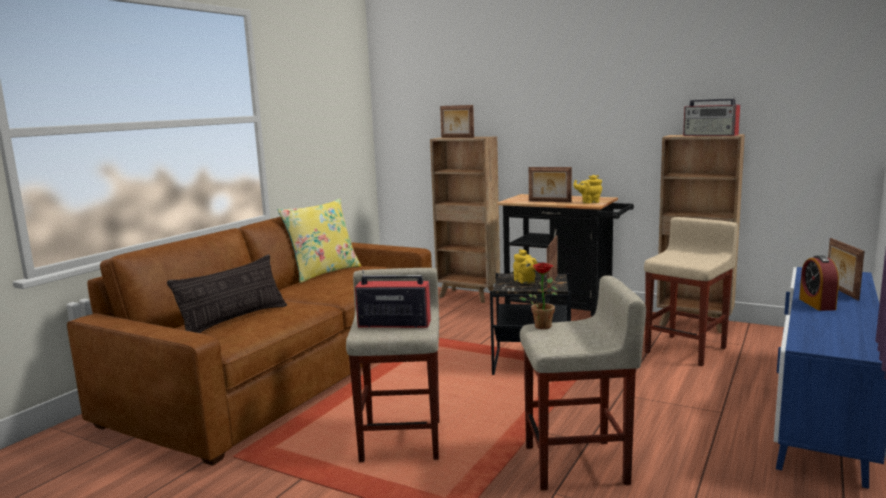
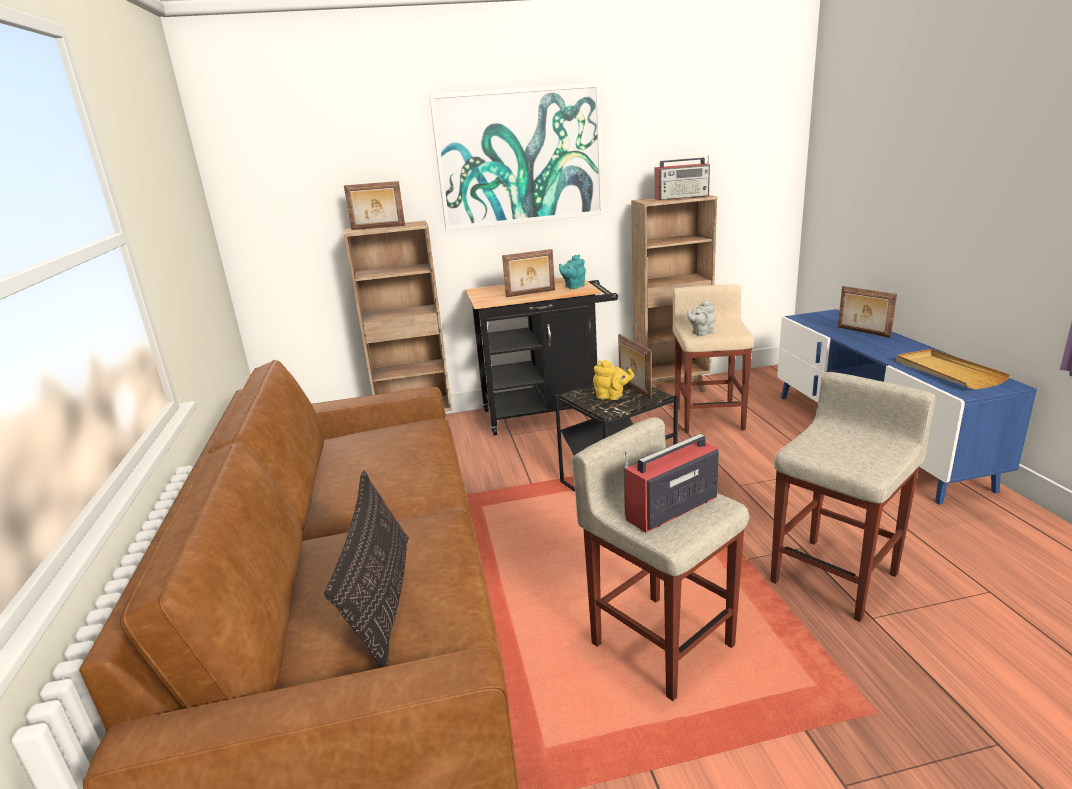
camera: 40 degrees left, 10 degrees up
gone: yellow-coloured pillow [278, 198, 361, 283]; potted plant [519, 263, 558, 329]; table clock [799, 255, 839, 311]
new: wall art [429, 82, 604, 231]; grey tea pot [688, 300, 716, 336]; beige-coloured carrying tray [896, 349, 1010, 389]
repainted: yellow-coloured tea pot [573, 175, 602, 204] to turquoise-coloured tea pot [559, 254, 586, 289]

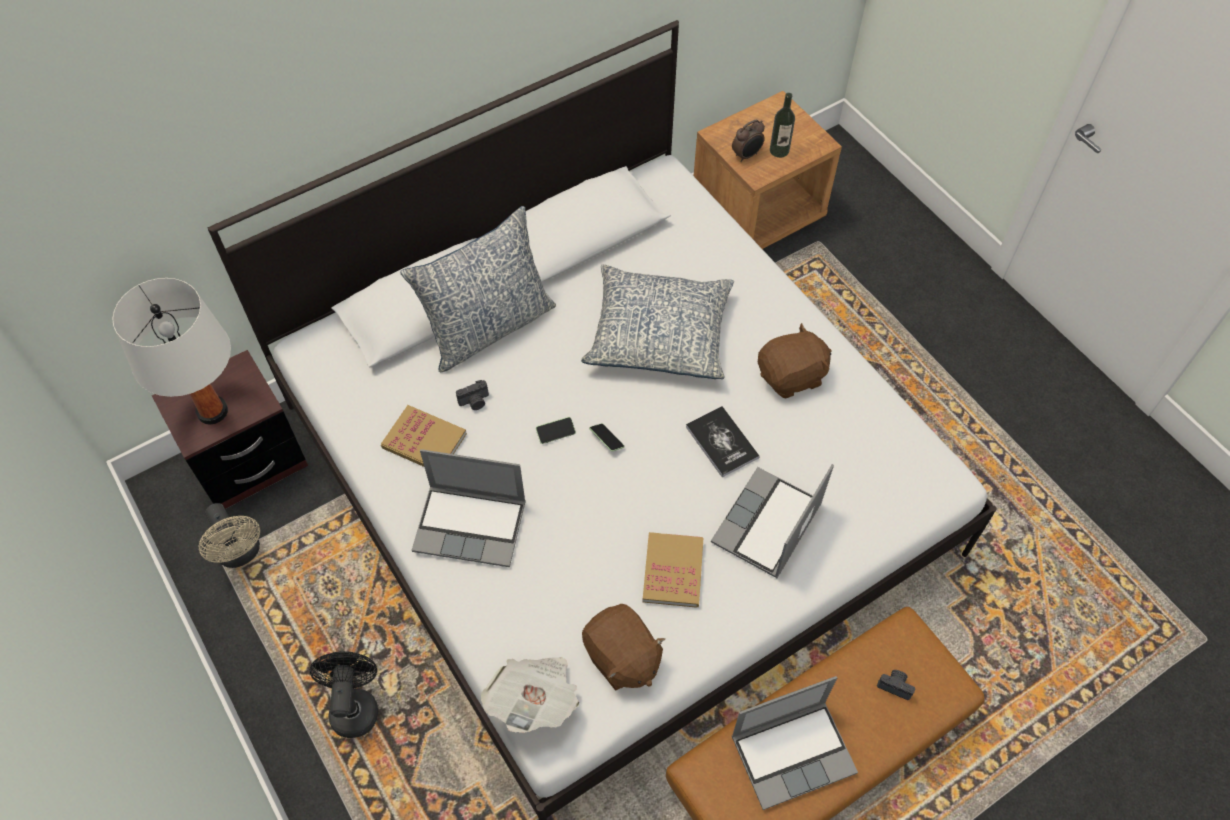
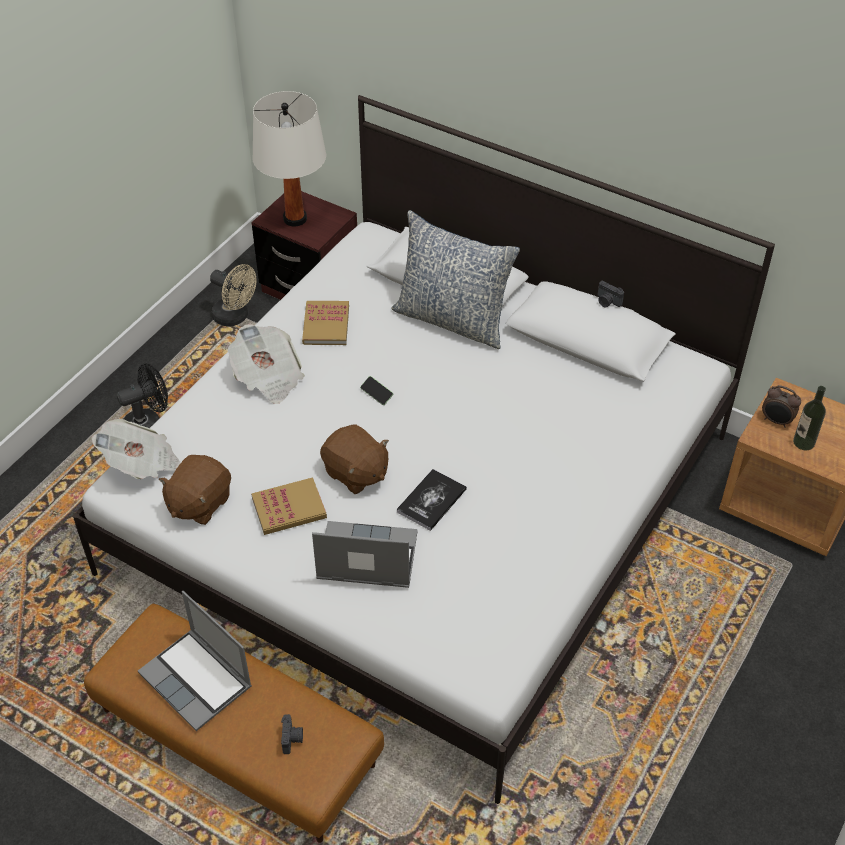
camera: 65 degrees right, 10 degrees down
gone: pillow [581, 264, 734, 379]; phone [589, 424, 625, 451]
shifted: still camera [456, 380, 489, 410] to [598, 281, 624, 307]; brown cuddly toy [758, 323, 831, 398] to [320, 424, 389, 494]
swapped: portable computer [412, 449, 526, 567] to printed paper [228, 324, 305, 404]
rotated: beige-coloured fan [199, 503, 260, 568] = [210, 264, 257, 327] 90 degrees counterclockwise

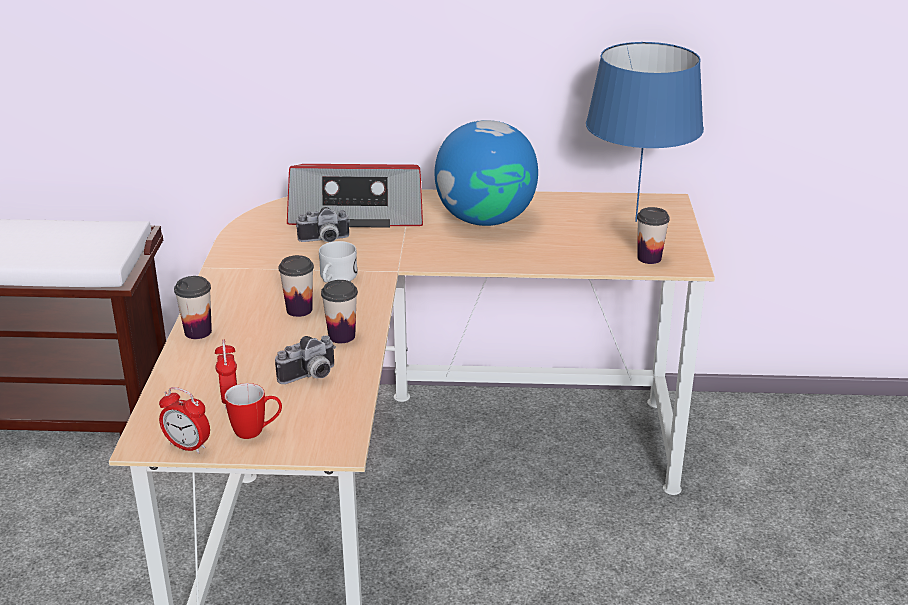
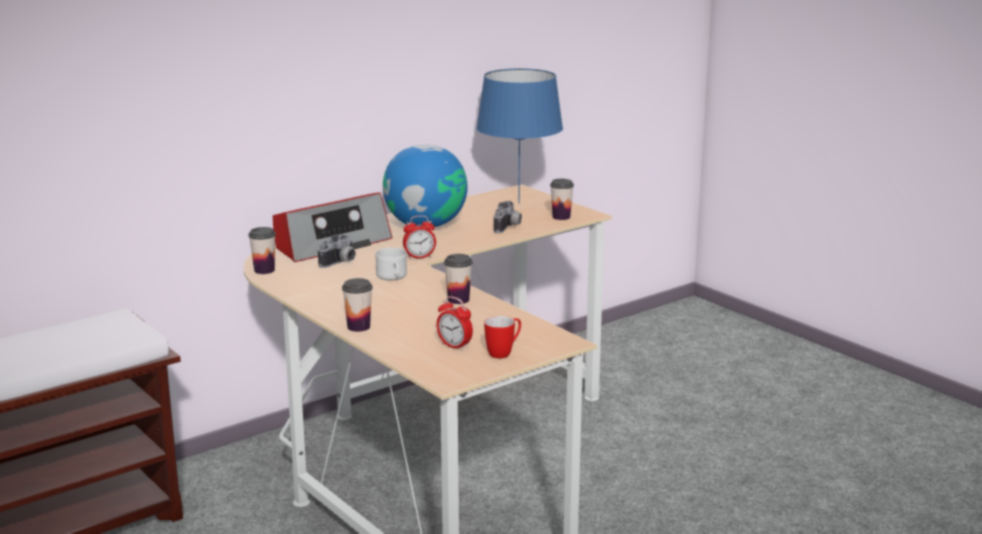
camera: 40 degrees left, 10 degrees down
shifted: table clock [159, 387, 210, 454] to [403, 215, 436, 260]; still camera [275, 335, 336, 384] to [494, 201, 522, 233]; cup [279, 255, 314, 317] to [248, 227, 276, 274]

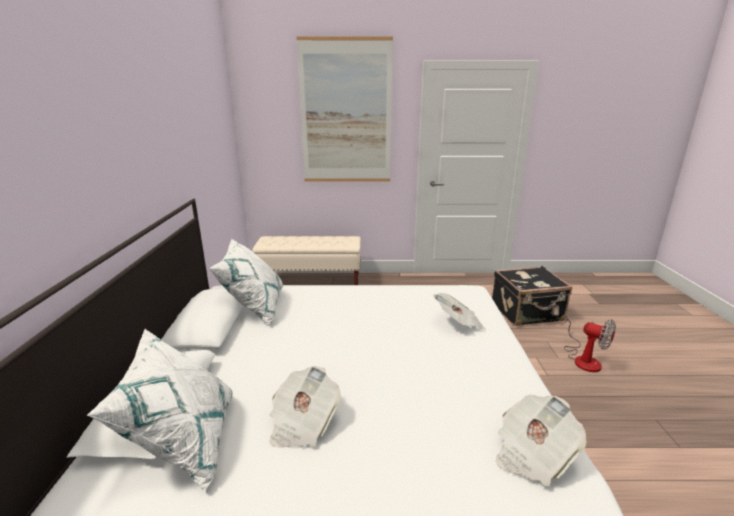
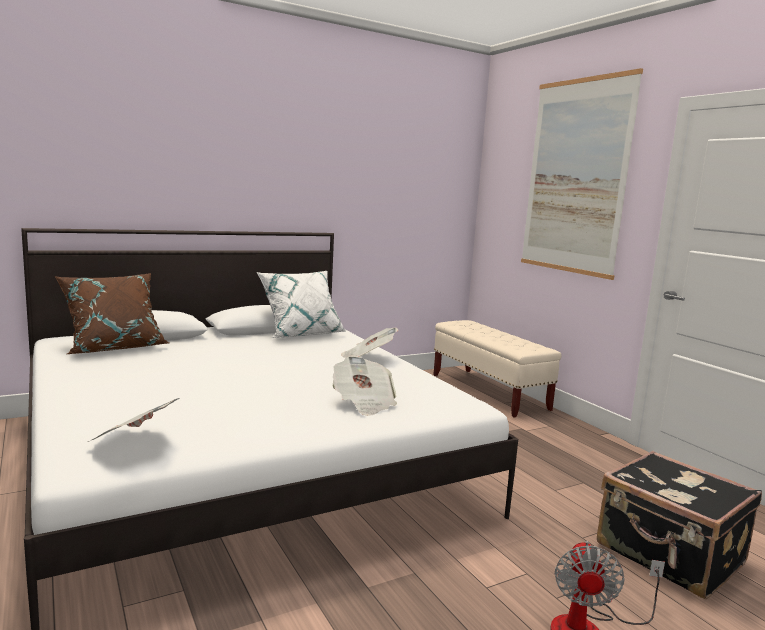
camera: 60 degrees right, 10 degrees down
shifted: printed paper [270, 366, 341, 448] to [341, 328, 398, 358]
repainted: white-coloured pillow [87, 329, 233, 491] to brown pillow [55, 273, 170, 354]

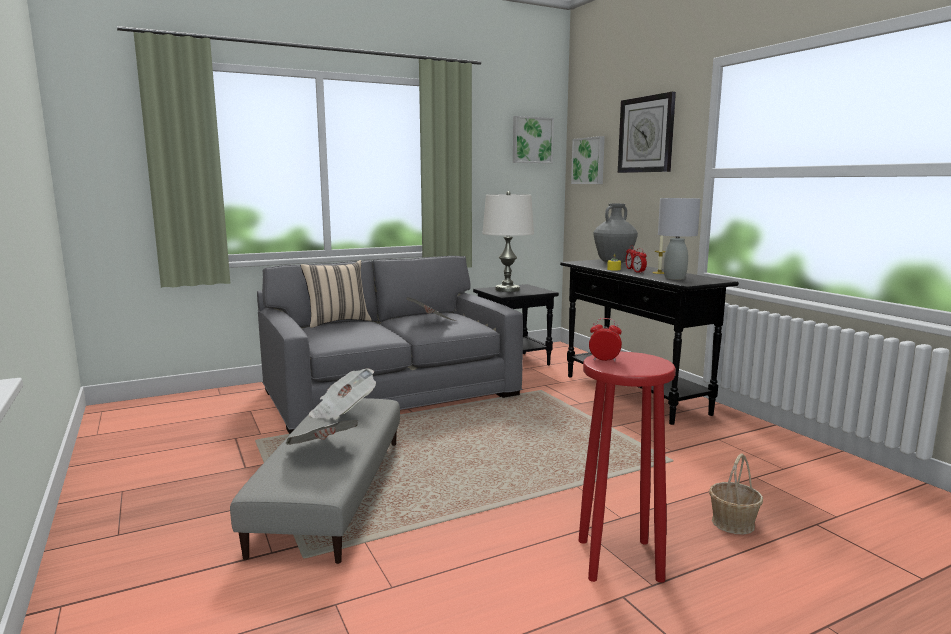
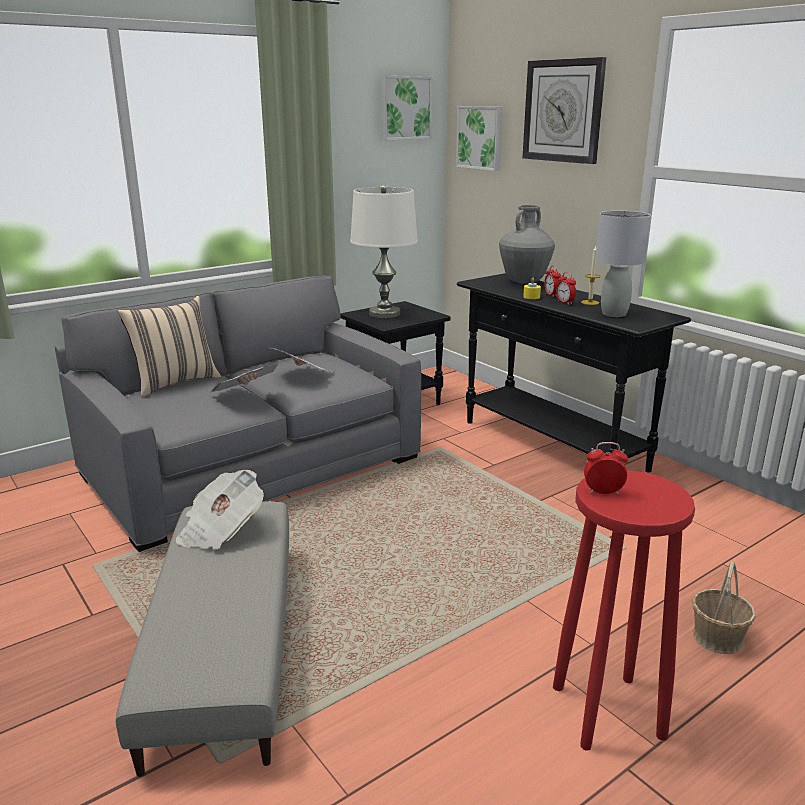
camera: 10 degrees left, 10 degrees up
shifted: printed paper [286, 420, 358, 445] to [211, 365, 278, 392]

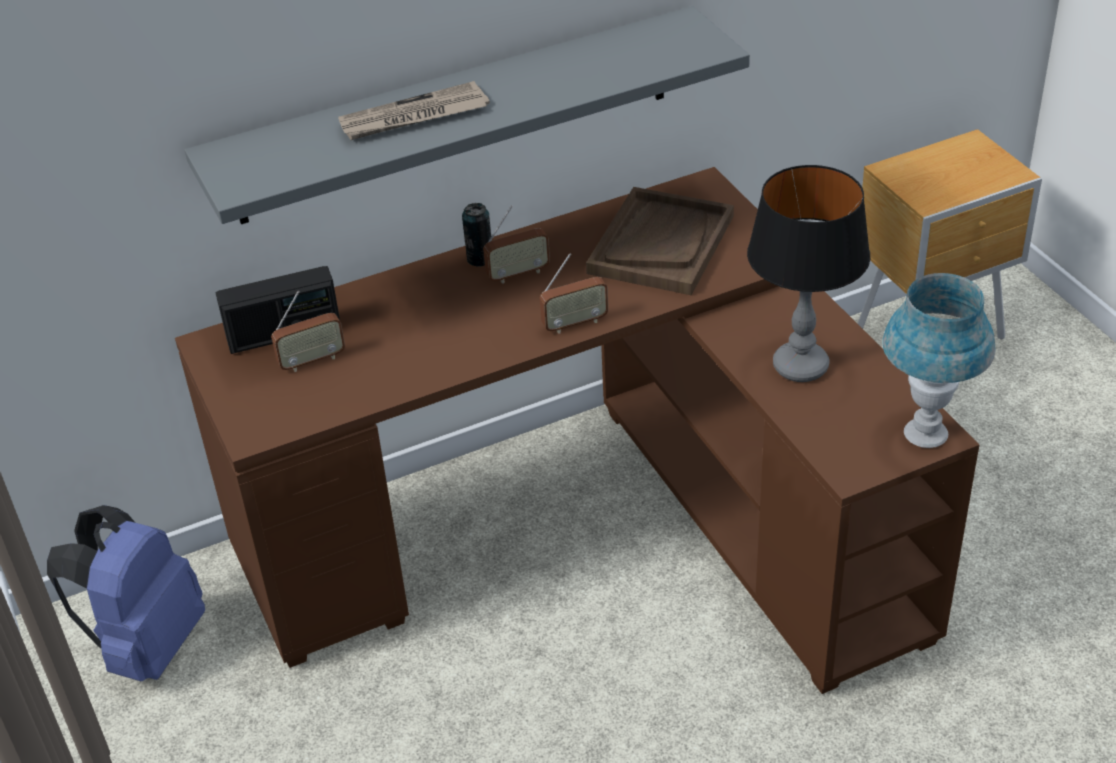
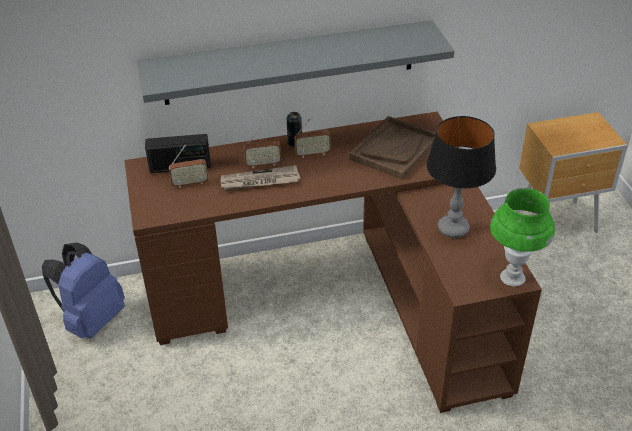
camera: 10 degrees right, 0 degrees up
shifted: printed paper [338, 81, 490, 140] to [221, 165, 301, 190]; radio set [540, 253, 608, 334] to [244, 126, 281, 168]
repainted: bluish tabletop lamp [883, 273, 995, 448] to greenish tabletop lamp [490, 188, 555, 286]

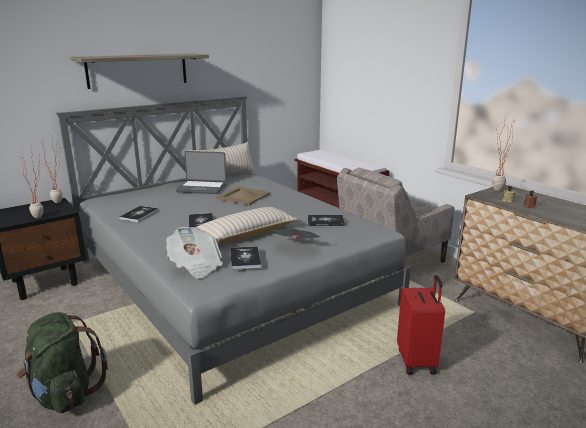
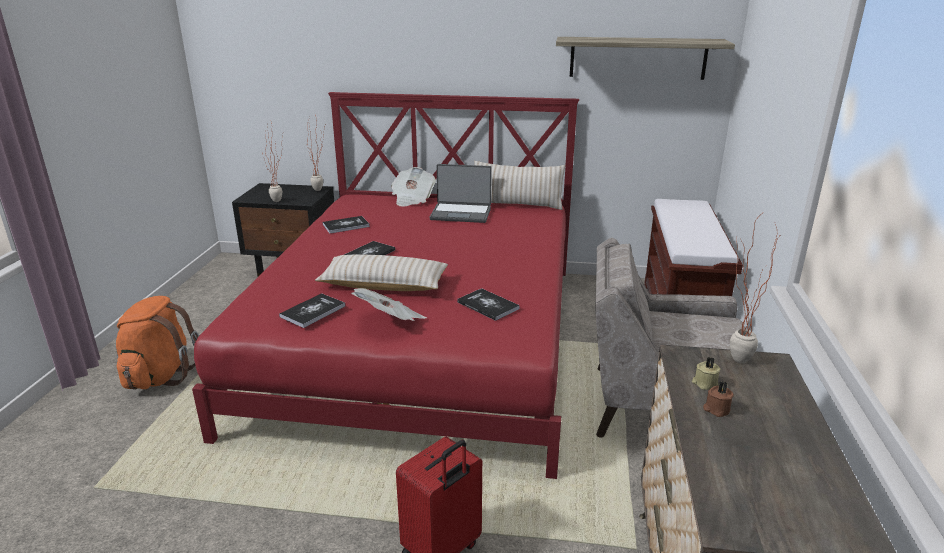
camera: 45 degrees right, 5 degrees up
gone: beige-coloured carrying tray [216, 187, 270, 205]
shifted: shelf [71, 53, 209, 89] to [556, 37, 735, 80]; printed paper [166, 227, 223, 279] to [391, 167, 436, 206]
repainted: greenish knapsack [17, 312, 108, 413] to orangey knapsack [116, 296, 199, 390]; grey bedroom bed [56, 96, 411, 405] to reddish bedroom bed [192, 92, 579, 479]
rotated: portable computer [176, 151, 226, 194] = [430, 164, 492, 223] 45 degrees counterclockwise

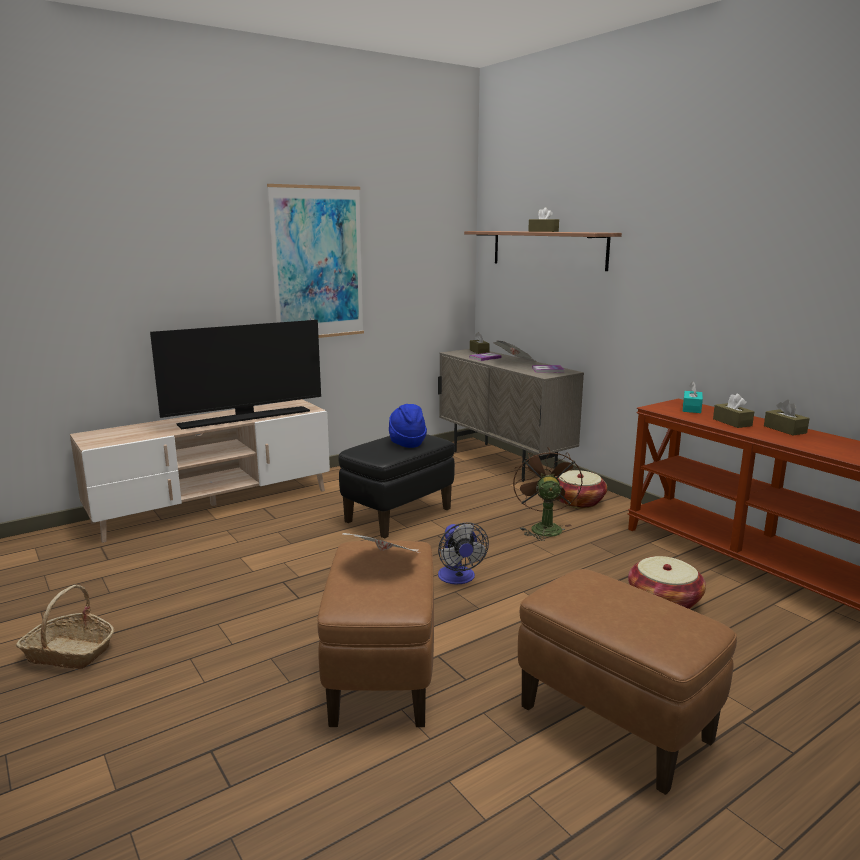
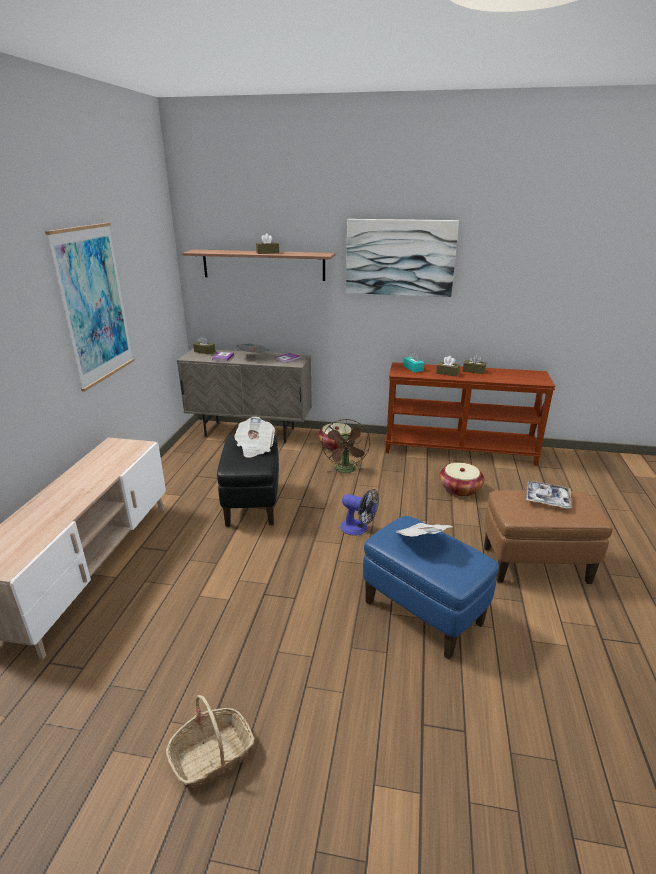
camera: 45 degrees left, 10 degrees up
gone: television [150, 320, 321, 429]
new: wall art [346, 219, 459, 297]; carrying tray [526, 481, 572, 509]
swapped: bluish hat [389, 404, 427, 448] to printed paper [234, 417, 275, 458]
repainted: brown footrest [317, 540, 434, 727] to bluish footrest [363, 516, 499, 660]
rotated: brown fan [513, 447, 583, 541] = [322, 419, 370, 473] 135 degrees counterclockwise

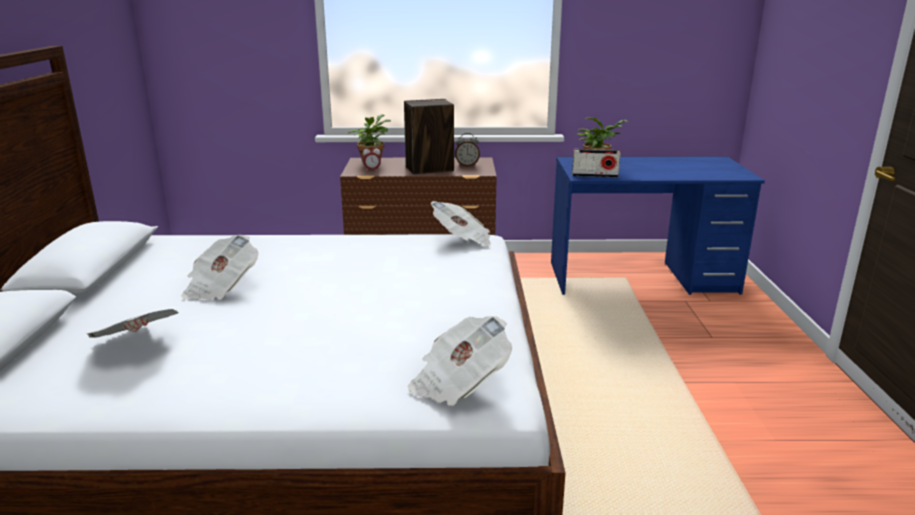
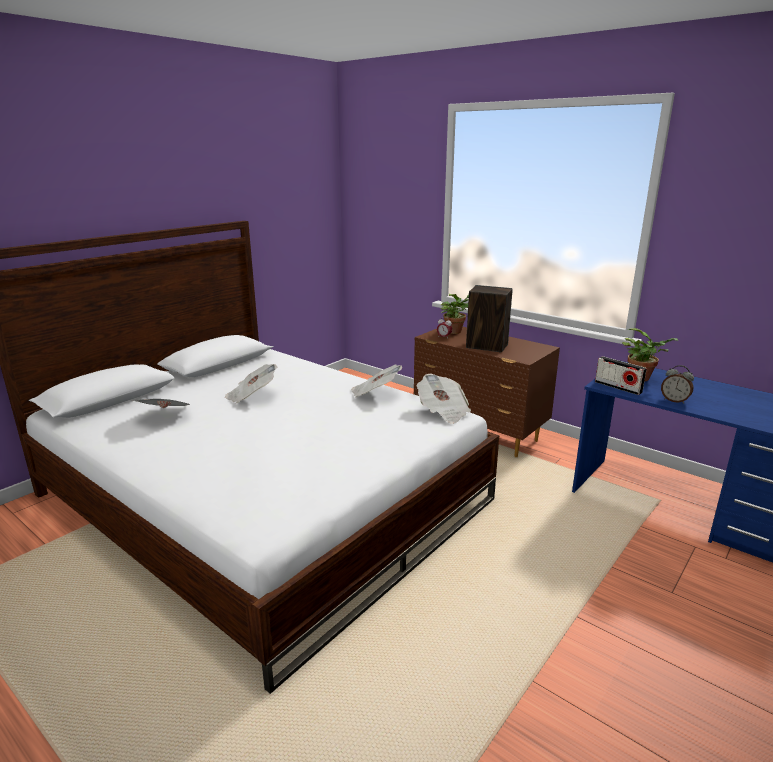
camera: 40 degrees right, 0 degrees up
shifted: printed paper [408, 316, 512, 406] to [351, 364, 402, 397]; table clock [455, 133, 480, 166] to [661, 365, 694, 404]

